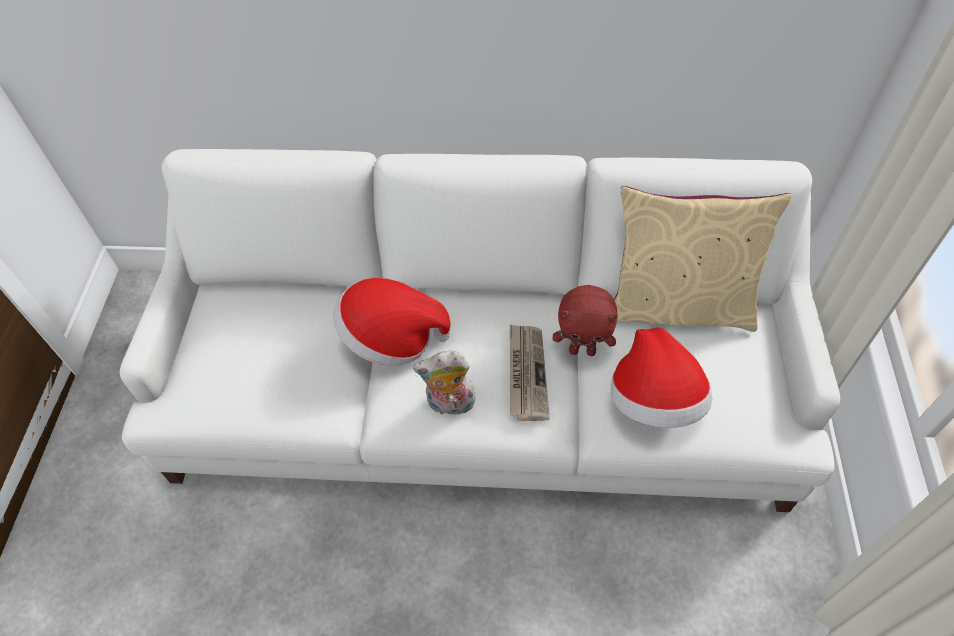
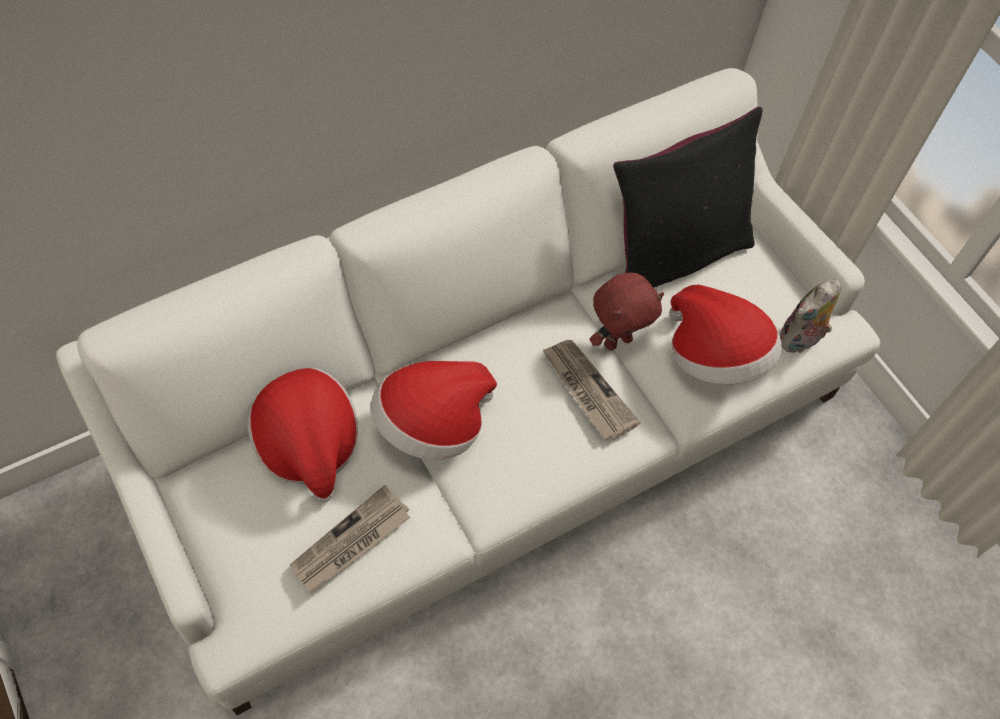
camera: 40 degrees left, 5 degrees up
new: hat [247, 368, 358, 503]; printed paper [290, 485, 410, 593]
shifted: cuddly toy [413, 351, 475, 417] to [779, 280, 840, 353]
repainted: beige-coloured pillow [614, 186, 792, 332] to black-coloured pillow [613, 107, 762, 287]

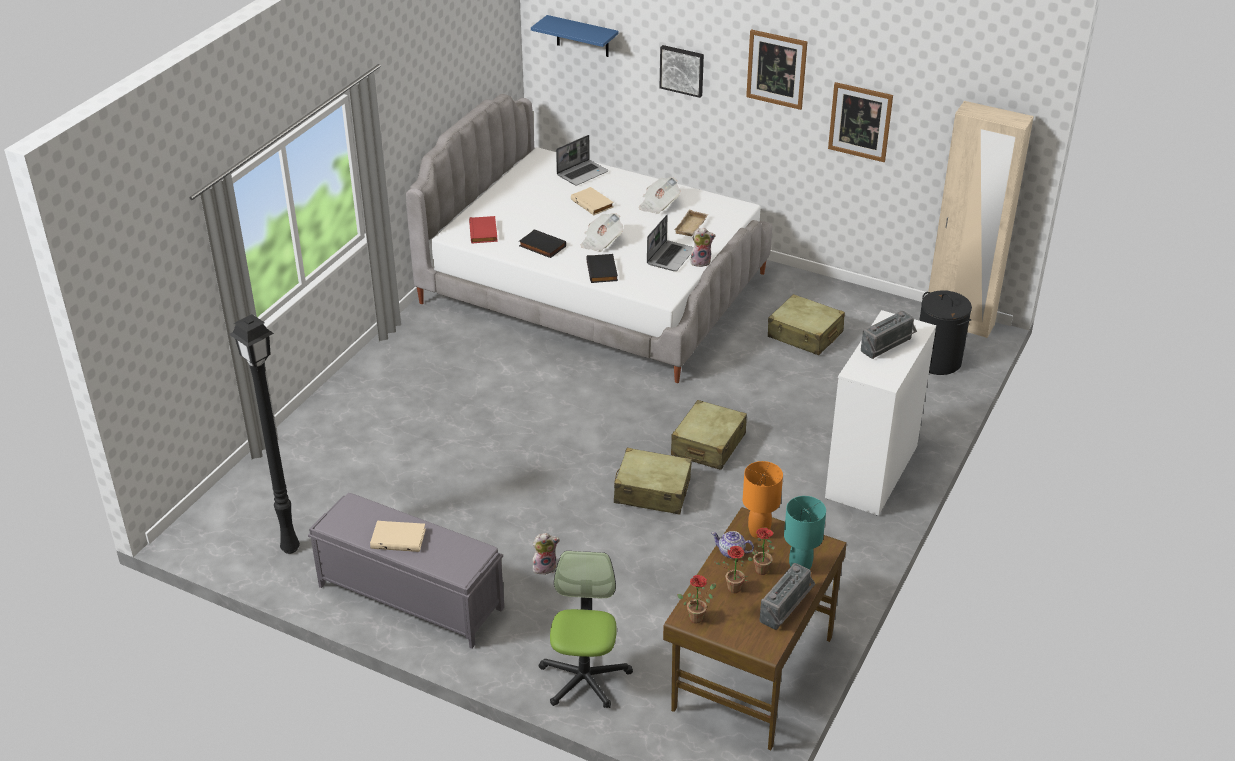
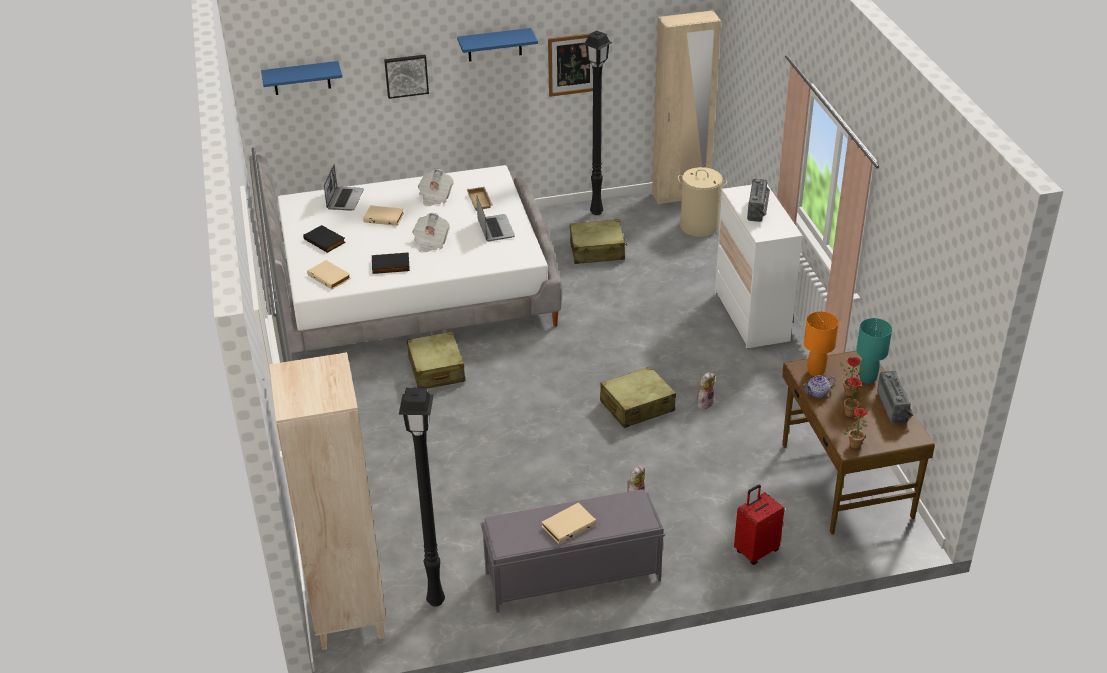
camera: 40 degrees left, 0 degrees up
new: beige-coloured bookshelf [269, 352, 386, 650]; black-coloured floor lamp [583, 30, 613, 215]
shifted: black-coloured volume [586, 254, 618, 283] to [303, 225, 346, 253]; beige-coloured piece of luggage [671, 400, 747, 470] to [407, 331, 465, 388]; cuddly toy [690, 228, 716, 267] to [697, 372, 715, 410]
swapped: office chair [539, 551, 633, 708] to reddish piece of luggage [734, 485, 785, 565]; wall art [746, 29, 807, 110] to bluish shelf [457, 28, 538, 62]
repainted: reddish volume [469, 216, 498, 244] to beige-coloured volume [307, 260, 351, 289]; black-coloured laundry basket [919, 290, 972, 375] to beige-coloured laundry basket [678, 167, 727, 237]

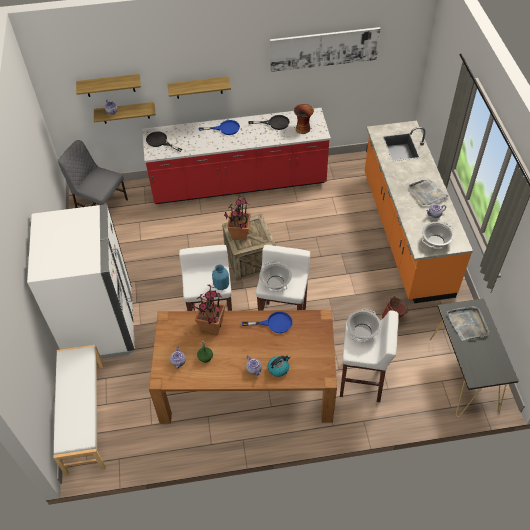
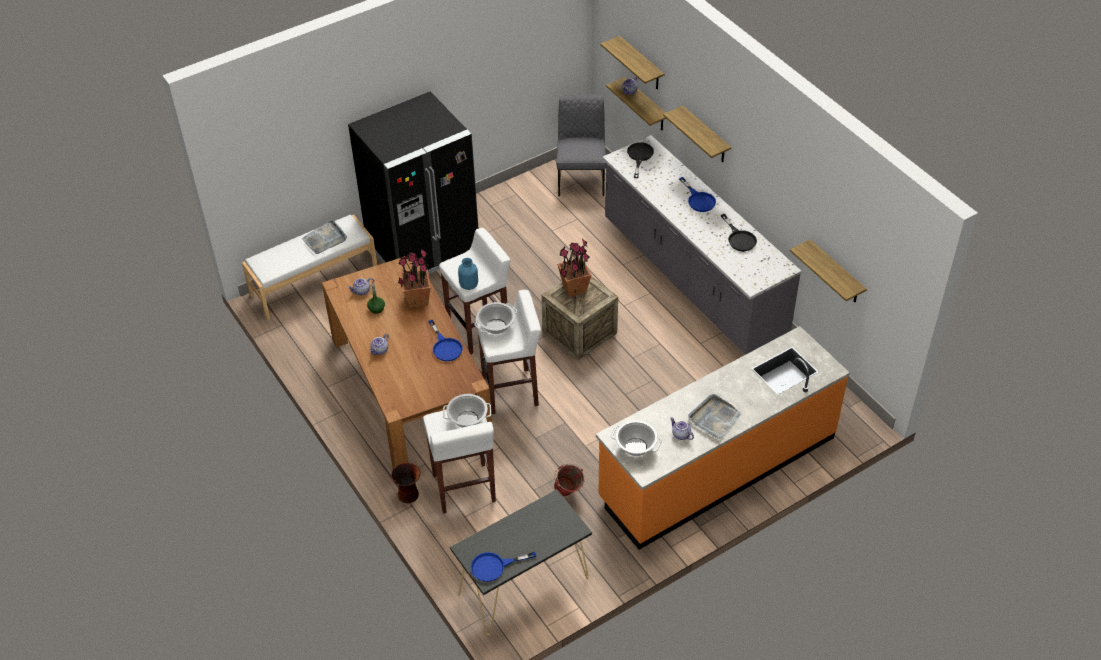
camera: 65 degrees right, 5 degrees down
gone: tea kettle [268, 355, 290, 377]; wall art [270, 27, 381, 72]
new: bluish frying pan [470, 552, 536, 582]; shelf [790, 239, 867, 302]
shifted: vase [294, 104, 314, 134] to [391, 463, 420, 503]; grey carrying tray [447, 306, 490, 341] to [302, 219, 347, 254]
repainted: white-coloured kitchen fridge [27, 204, 135, 359] to black-coloured kitchen fridge [348, 92, 479, 274]; reddish counter [142, 108, 331, 204] to grey counter [603, 135, 802, 355]

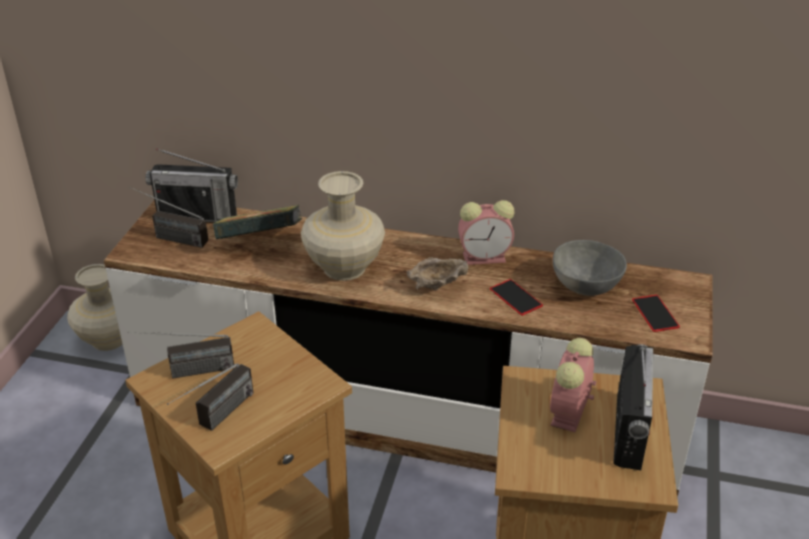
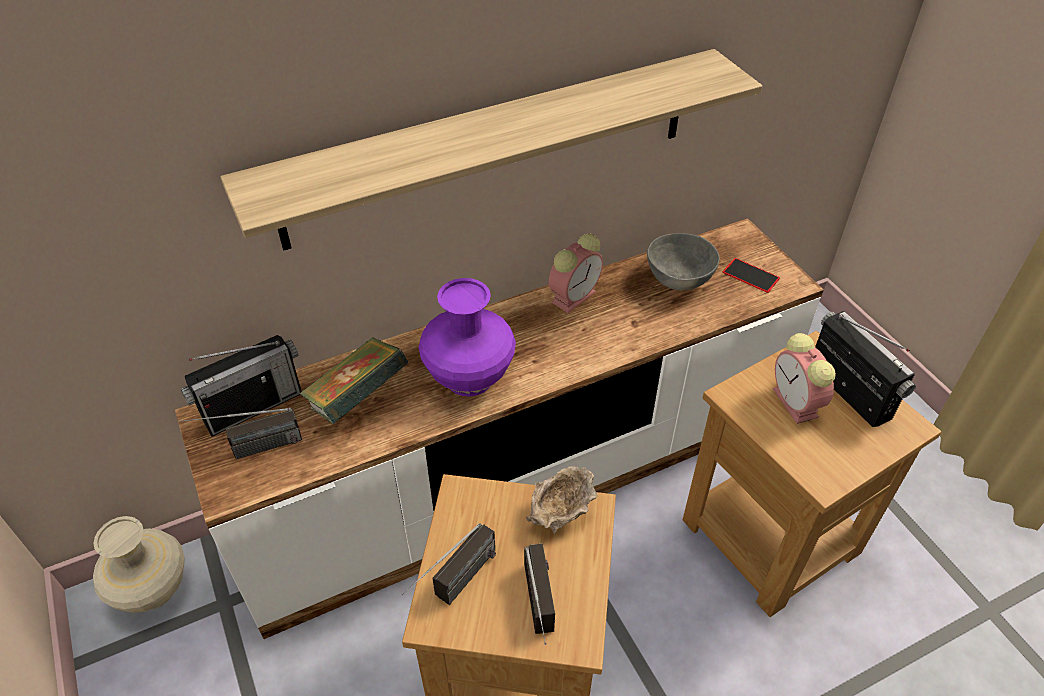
camera: 40 degrees left, 10 degrees up
gone: phone [490, 279, 543, 316]
new: shelf [220, 49, 762, 251]
shifted: beige-coloured deep dish [407, 257, 469, 291] to [526, 466, 597, 534]
repainted: beige-coloured vase [301, 171, 385, 281] to purple vase [419, 278, 516, 396]

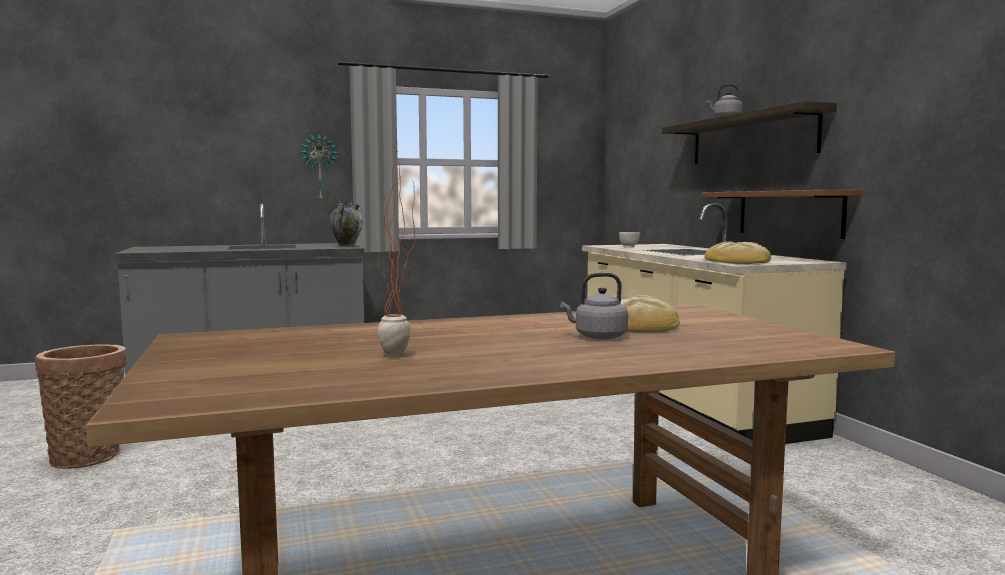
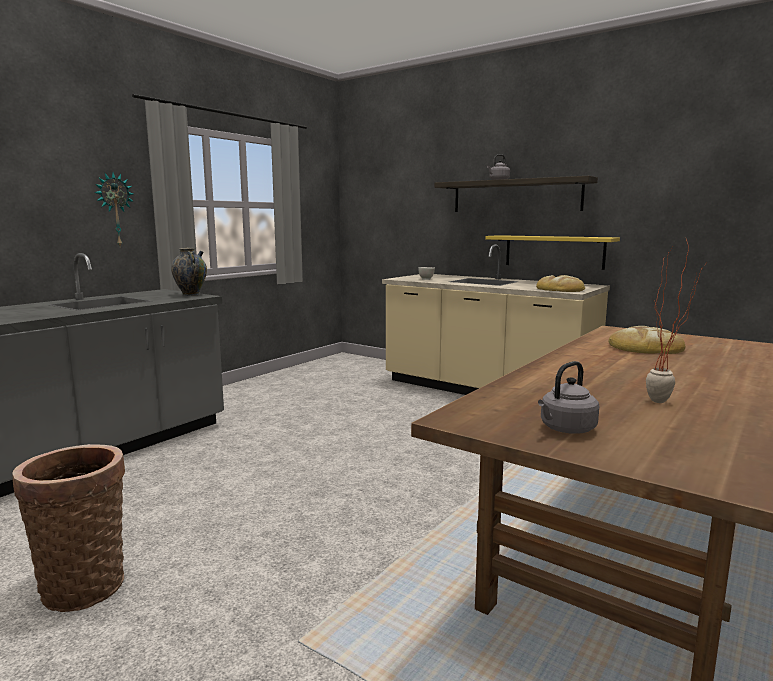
camera: 35 degrees left, 5 degrees up
shifted: grey tea kettle [560, 273, 628, 339] to [538, 361, 599, 434]
repainted: brown shelf [702, 190, 862, 239] to yellow-coloured shelf [485, 235, 620, 270]

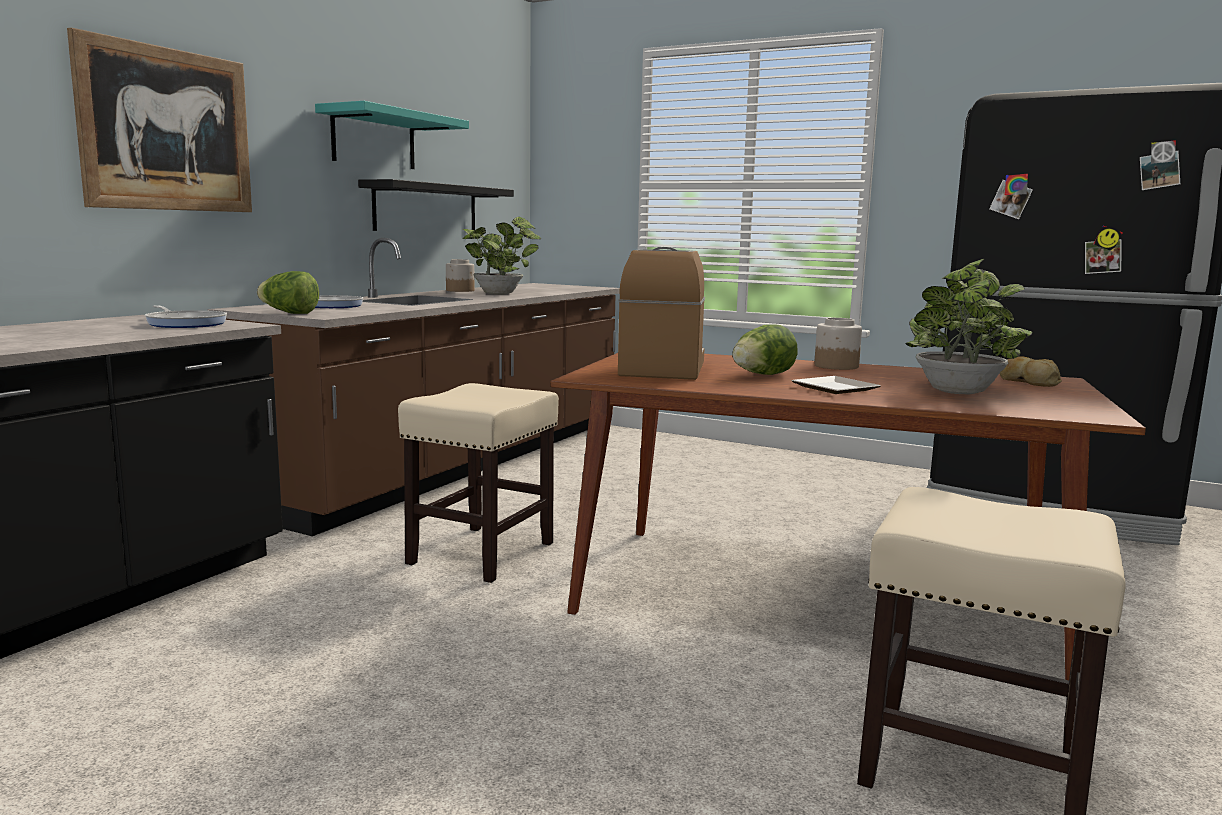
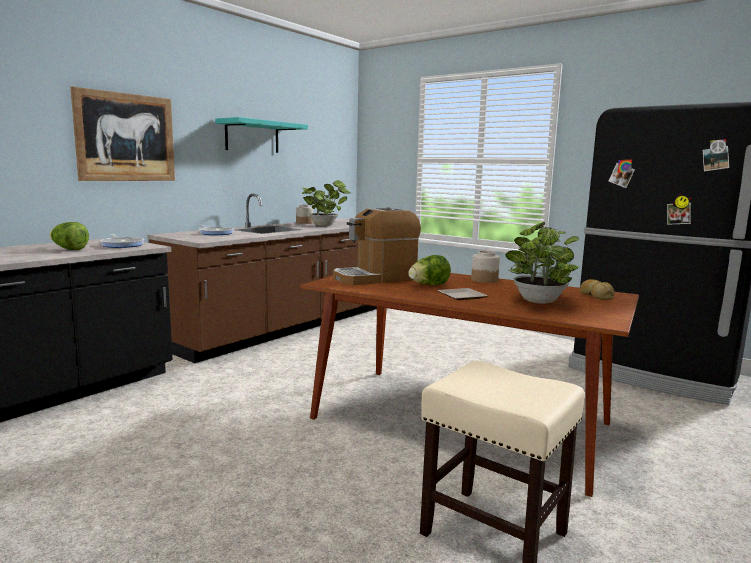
camera: 10 degrees right, 0 degrees up
gone: black-coloured shelf [358, 179, 514, 231]; beige-coloured stool seat [398, 383, 559, 583]
shifted: lettuce head [257, 271, 319, 314] to [50, 222, 89, 250]
rotated: coffee maker [618, 247, 705, 380] = [333, 207, 421, 285] 135 degrees counterclockwise

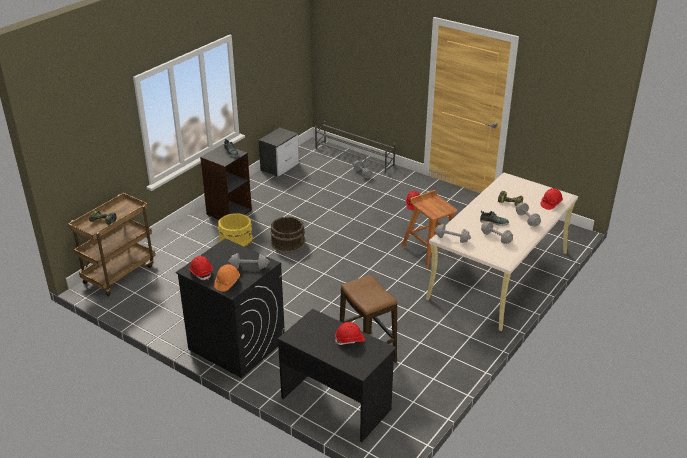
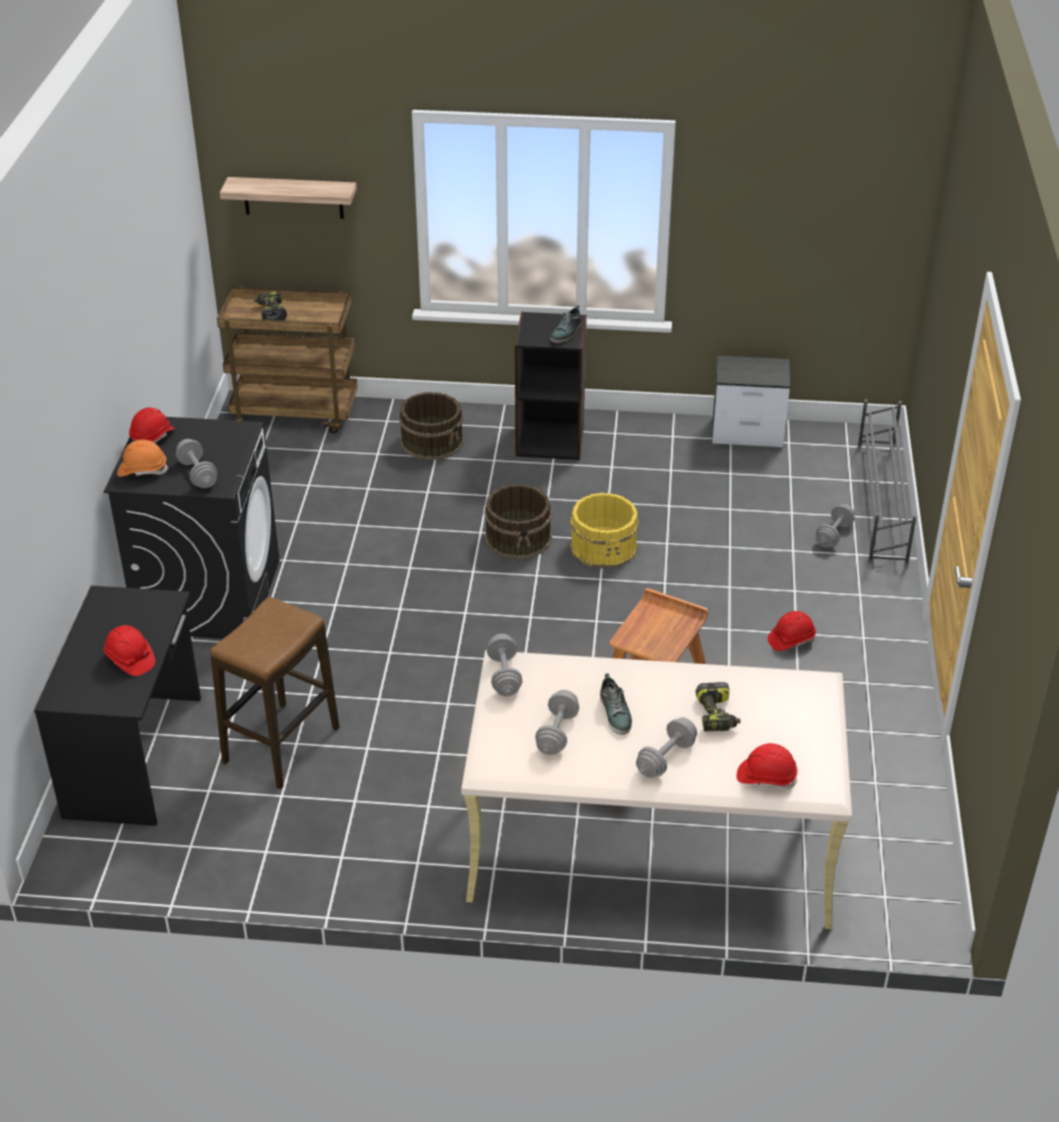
camera: 60 degrees right, 5 degrees up
new: shelf [220, 177, 357, 219]; brown pail [399, 392, 464, 460]
shifted: yellow-coloured pail [218, 213, 253, 247] to [570, 493, 639, 569]

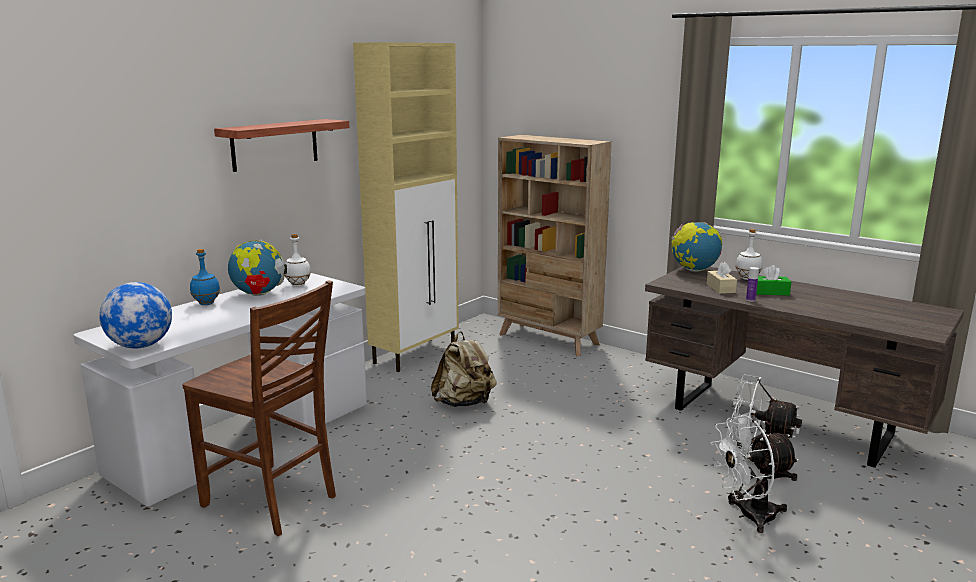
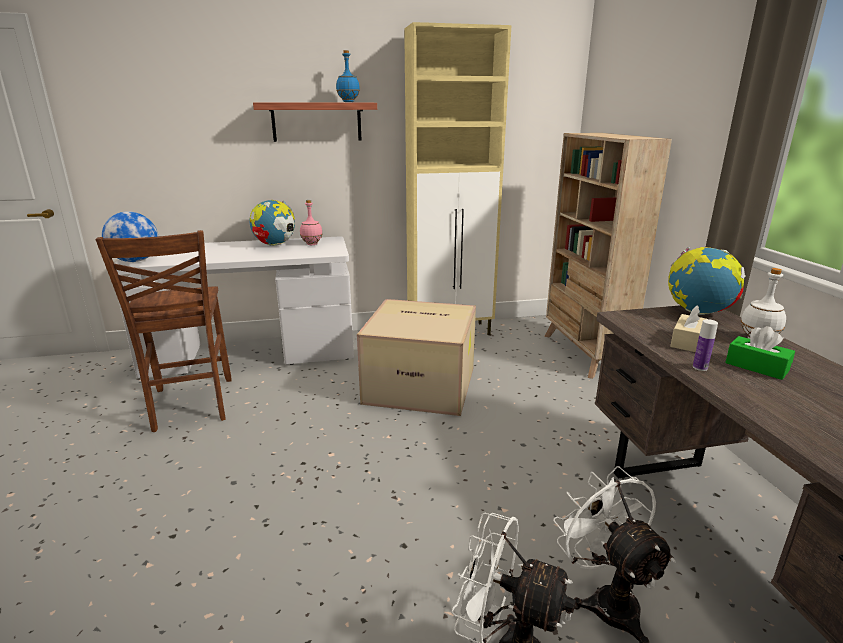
camera: 40 degrees right, 5 degrees up
shifted: bluish drink bottle [190, 249, 220, 305] to [336, 50, 360, 102]
swapped: beige-coloured knapsack [431, 331, 497, 407] to carton [357, 299, 476, 416]
repainted: white-coloured drink bottle [284, 234, 311, 287] to pink drink bottle [300, 200, 323, 245]

